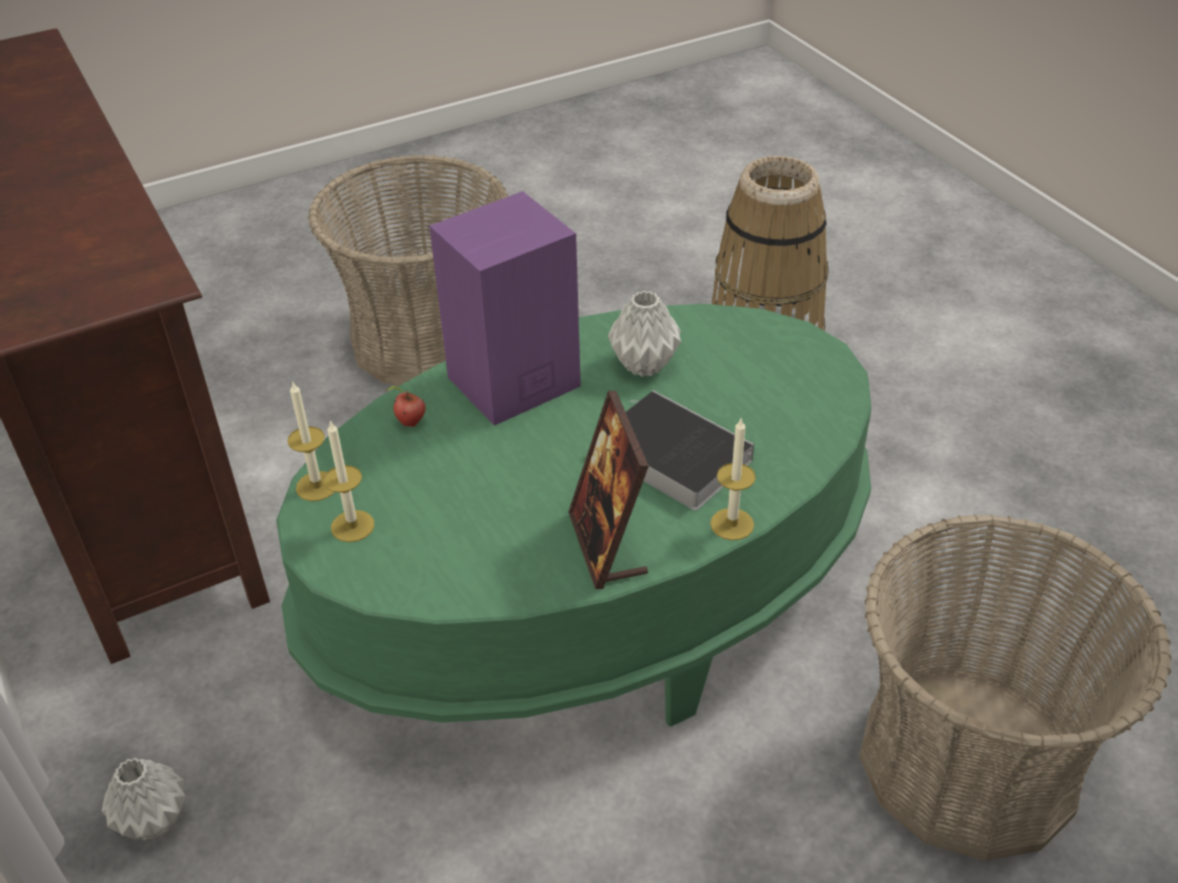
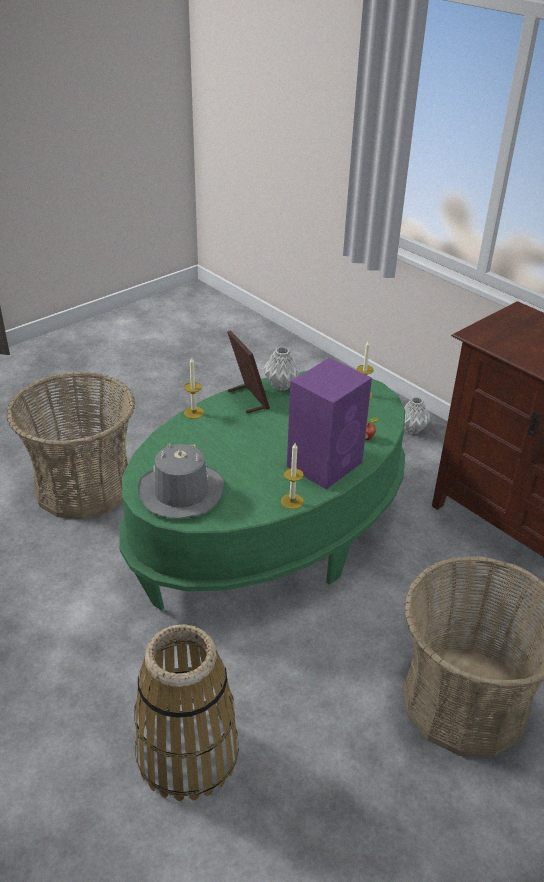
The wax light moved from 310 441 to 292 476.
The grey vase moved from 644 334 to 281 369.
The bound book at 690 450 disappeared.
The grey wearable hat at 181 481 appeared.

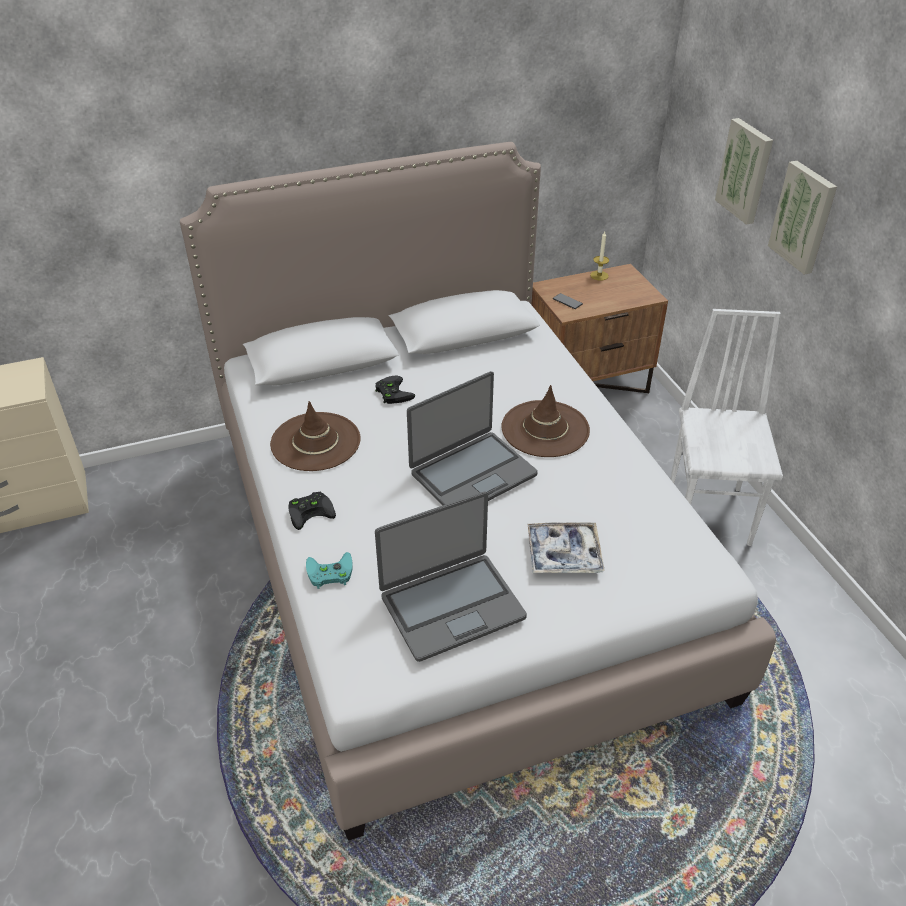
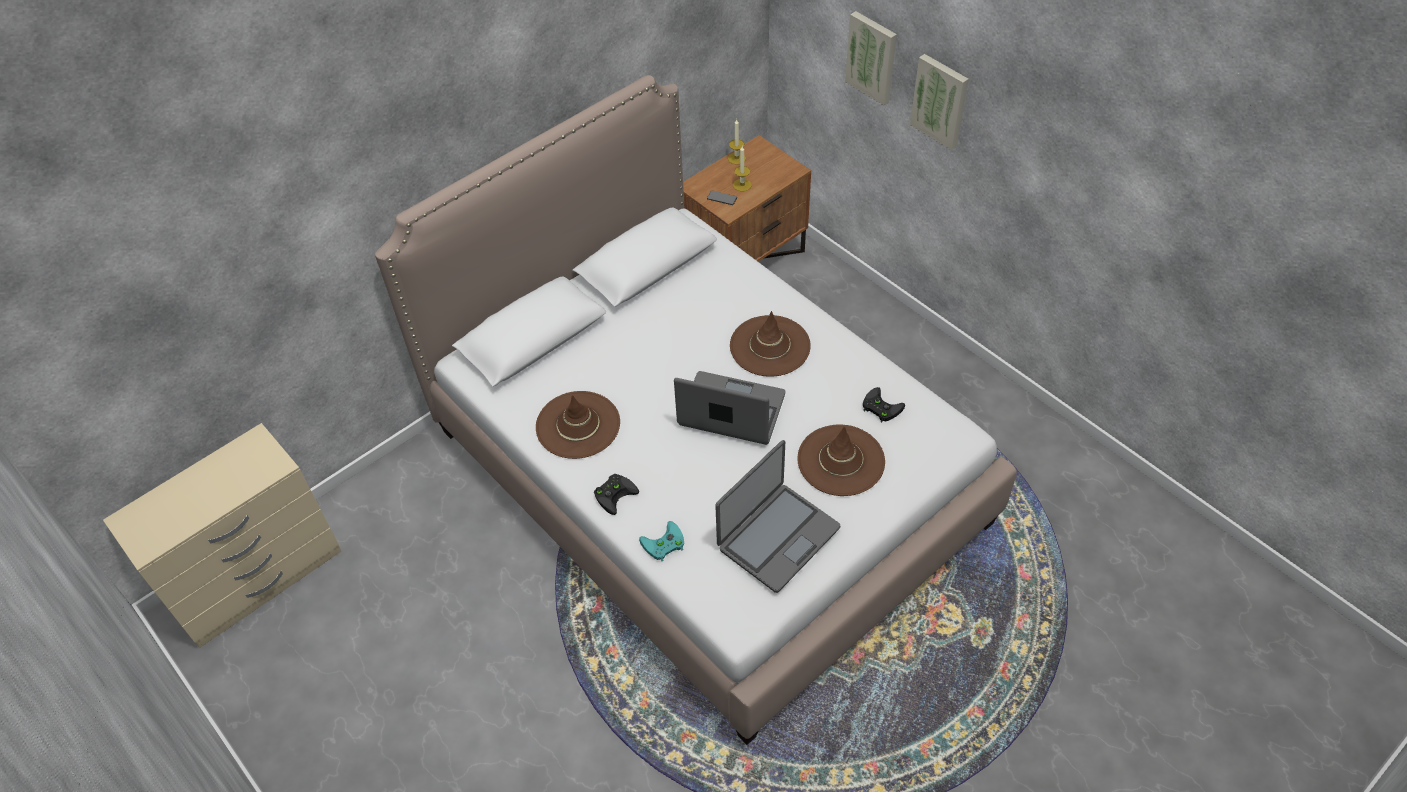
The black-coloured gamepad moved from 395 390 to 884 404.
The portable computer at 472 438 turned 105 degrees counterclockwise.
The tray at 566 547 was replaced by the brown-coloured wearable hat at 841 460.
The white-coloured plain chair at 726 427 disappeared.
The wax light at 742 168 appeared.

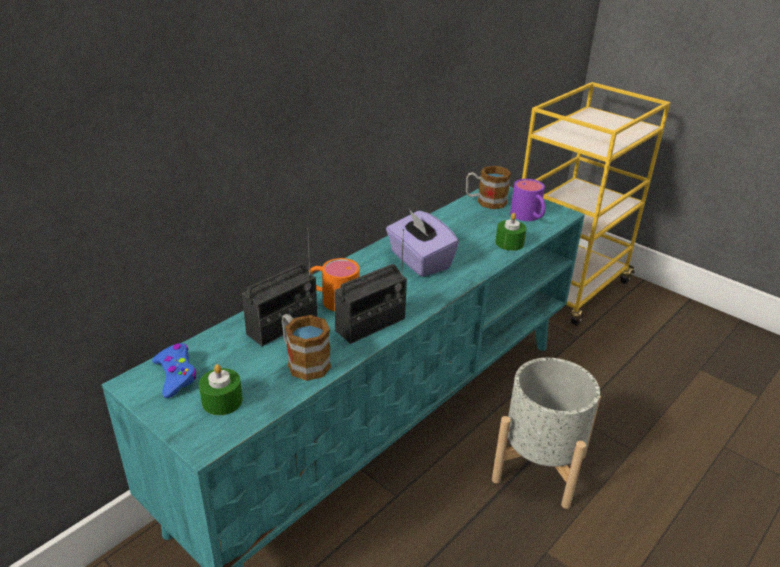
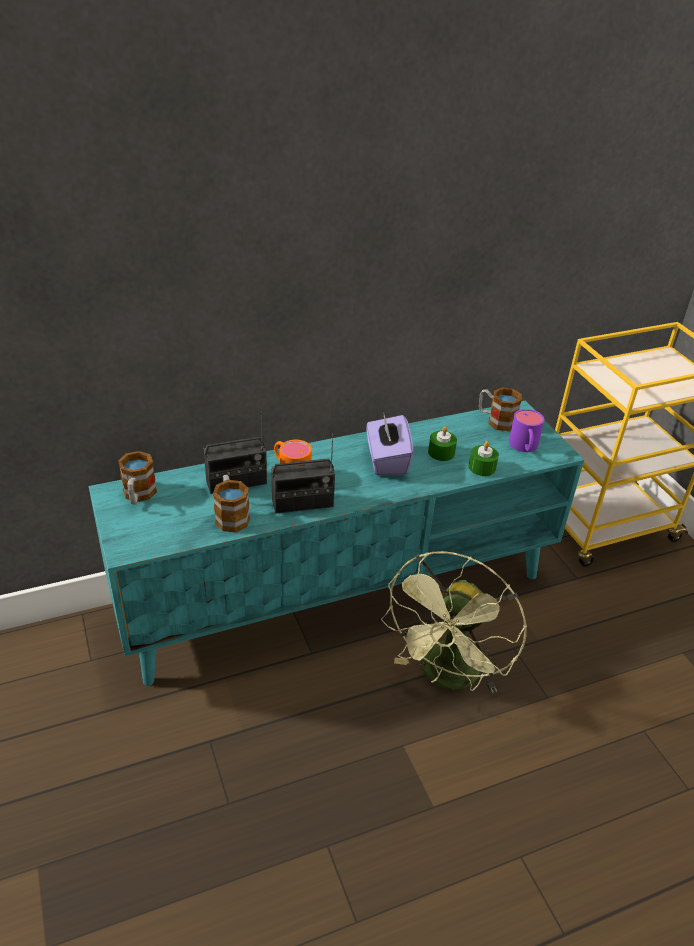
The blue-coloured gamepad at 174 370 was replaced by the mug at 137 478.
The green-coloured wax light moved from 221 389 to 442 443.
The grey planter at 546 433 was replaced by the green-coloured cooling fan at 454 622.

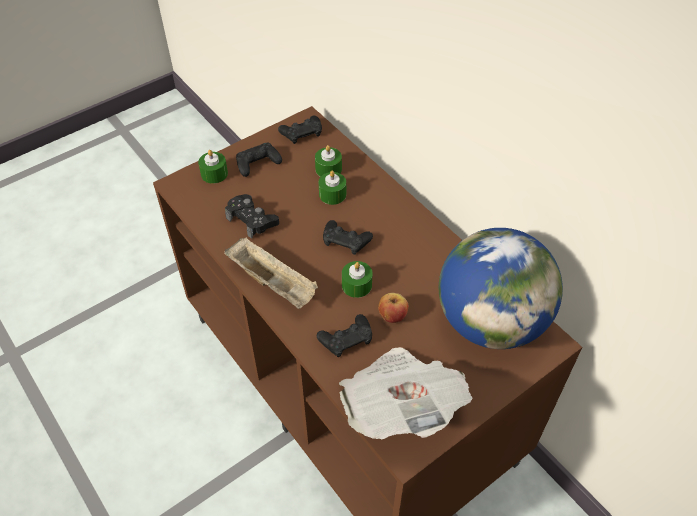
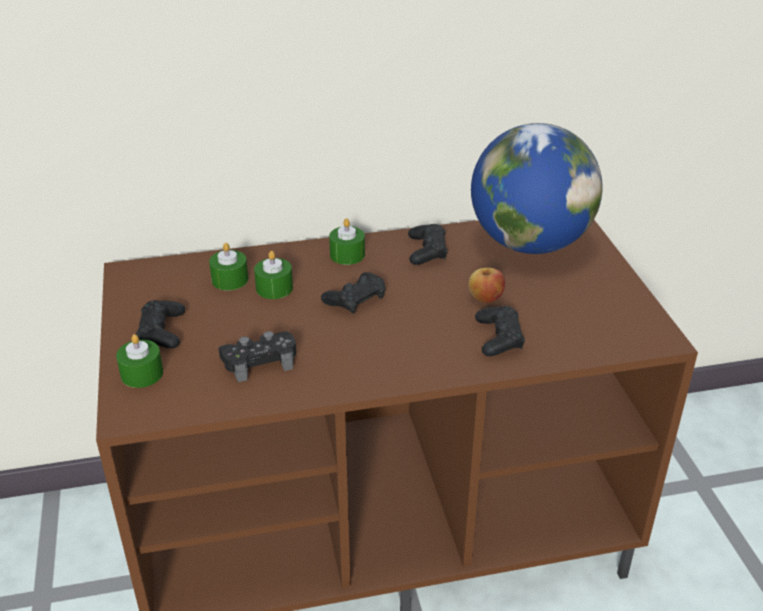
The beige tray at 271 273 disappeared.
The black-coloured gamepad moved from 300 129 to 428 244.
The newspaper at 405 393 disappeared.
The green-coloured wax light moved from 357 279 to 347 241.

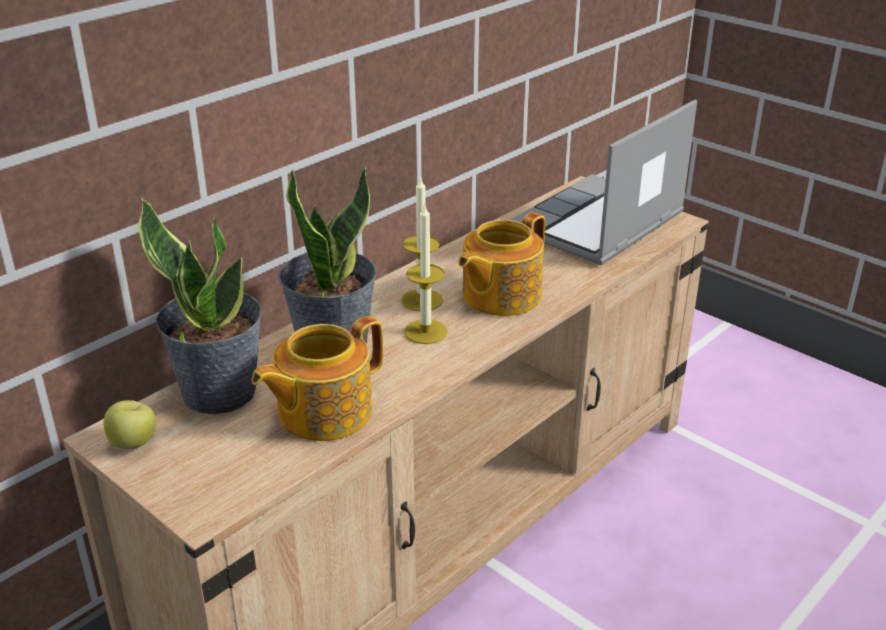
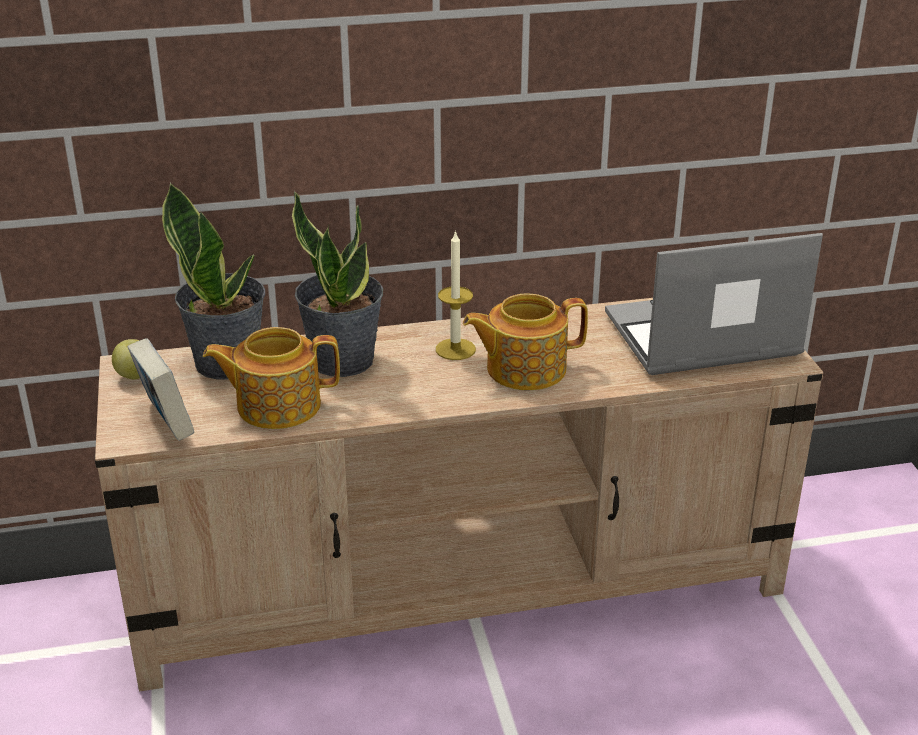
The wax light at 426 273 disappeared.
The bound book at 160 389 appeared.

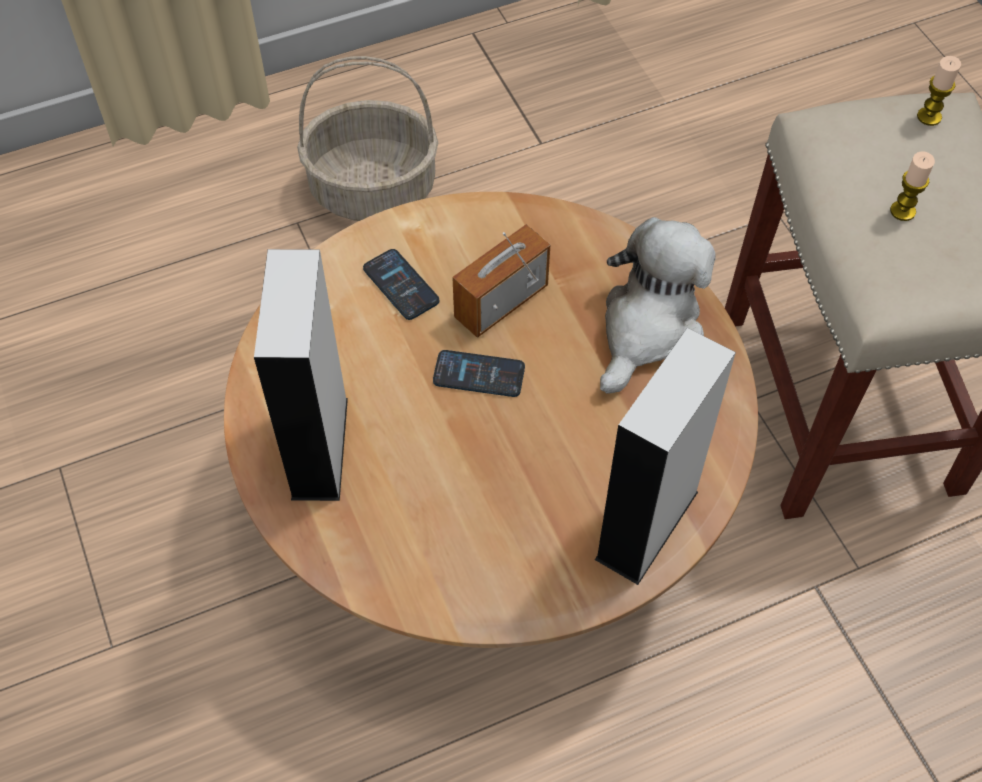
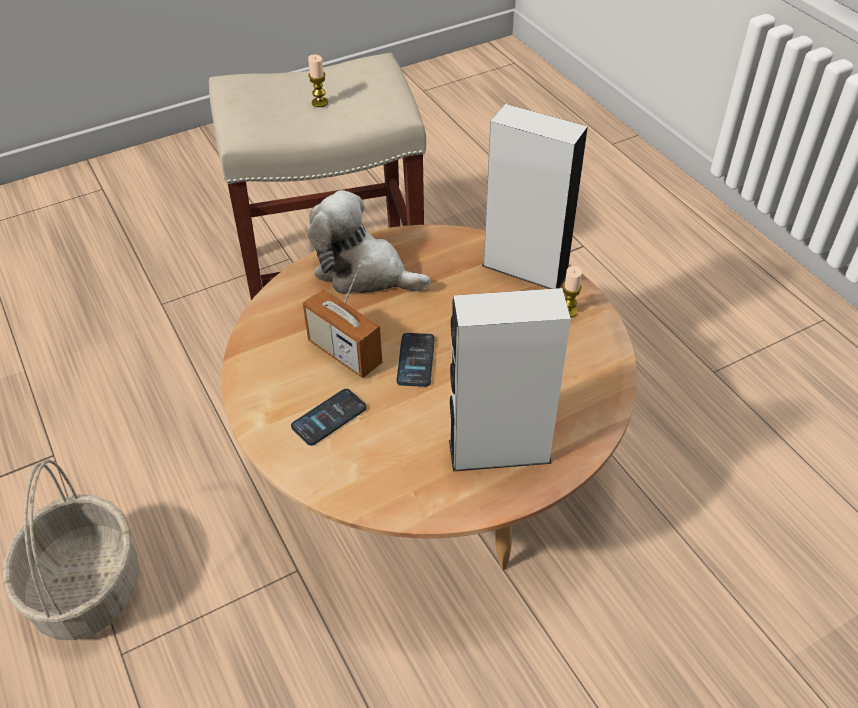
The wax light moved from 939 91 to 572 292.

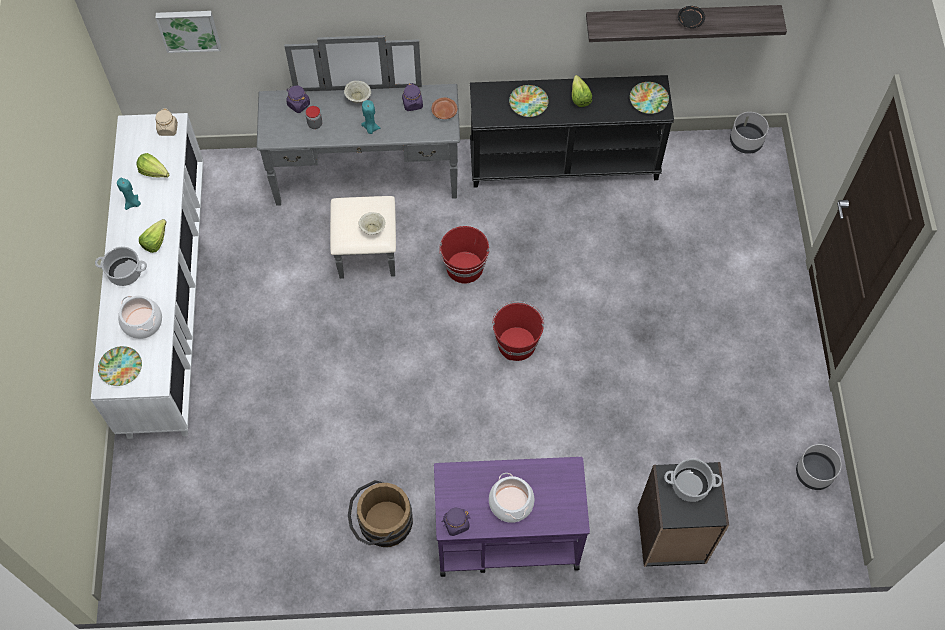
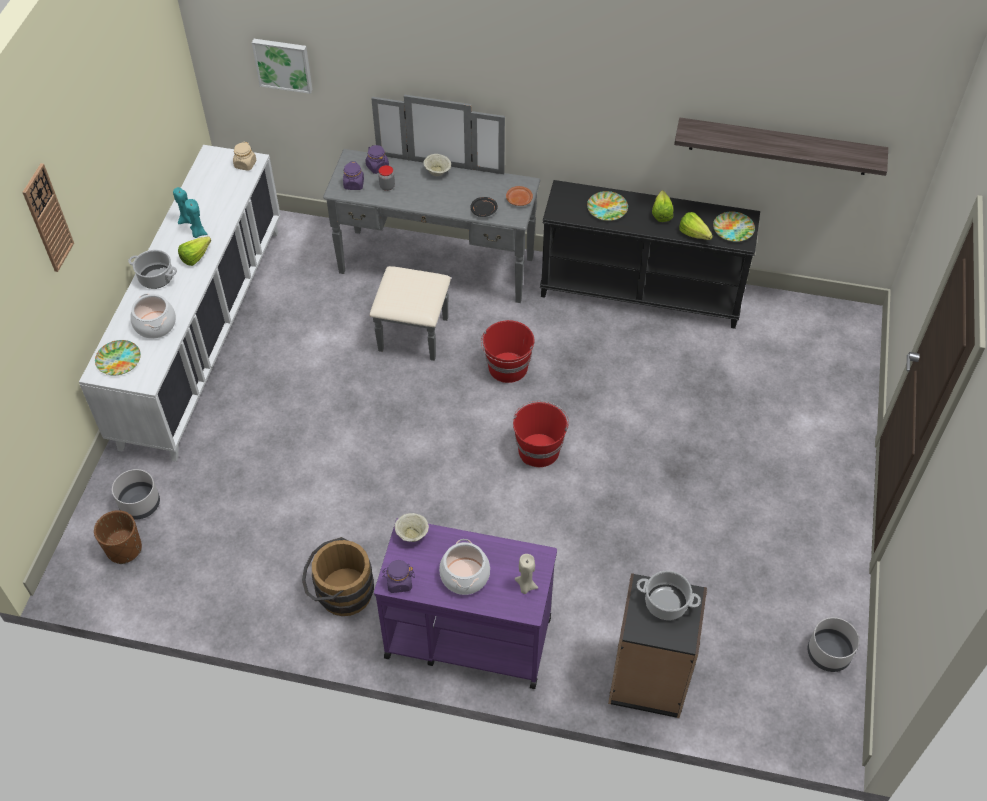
The head of lettuce moved from 152 165 to 696 226.
The beige serving bowl moved from 372 223 to 412 527.
The turquoise-coloured wax light moved from 370 117 to 196 218.
The purple-coloured storage jar moved from 412 97 to 353 175.
The black-coloured flat dish moved from 691 17 to 484 207.
The grey planter moved from 749 133 to 136 494.
The hanging clock at 48 217 appeared.
The brown-coloured planter at 118 537 appeared.
The beige wax light at 526 574 appeared.

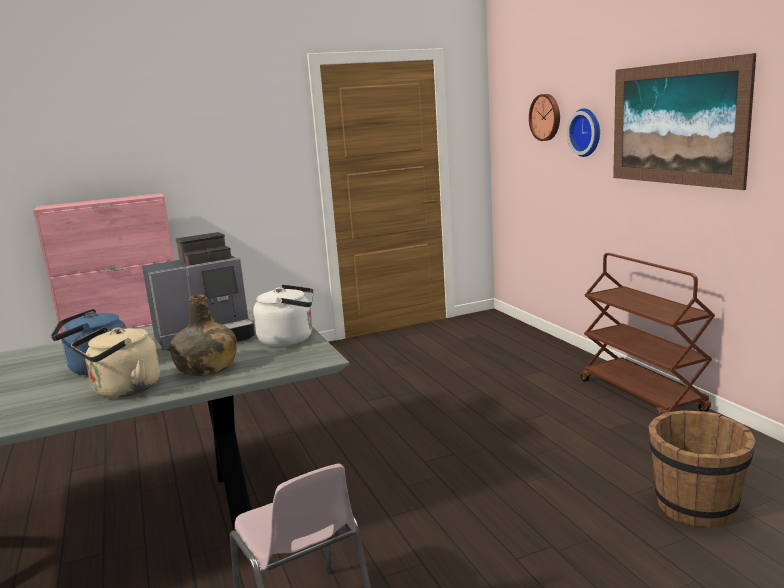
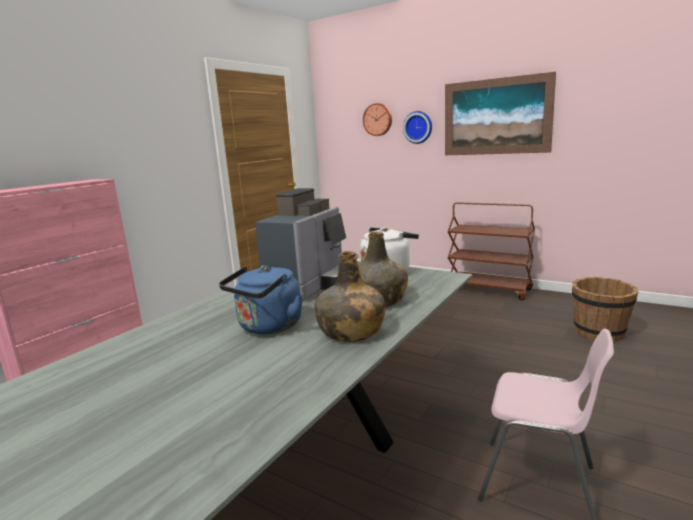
The beige kettle at 115 362 was replaced by the green-coloured beverage bottle at 350 296.

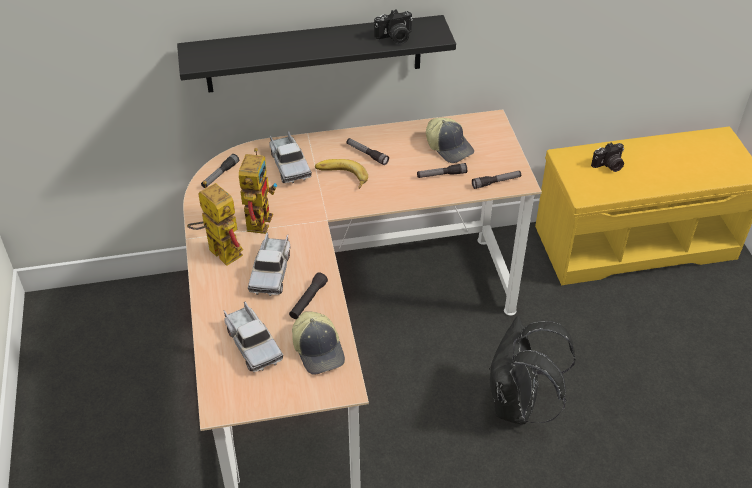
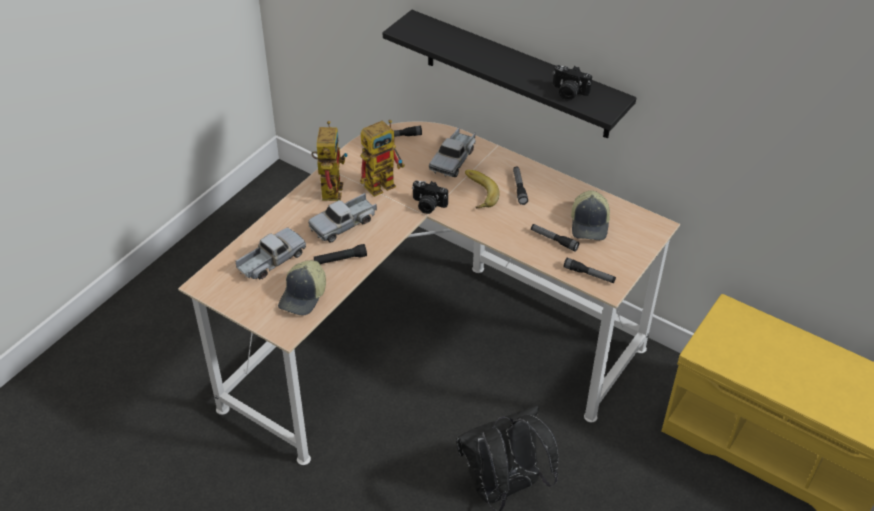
The toy truck at 253 337 turned 150 degrees counterclockwise.
The still camera moved from 607 157 to 430 197.

